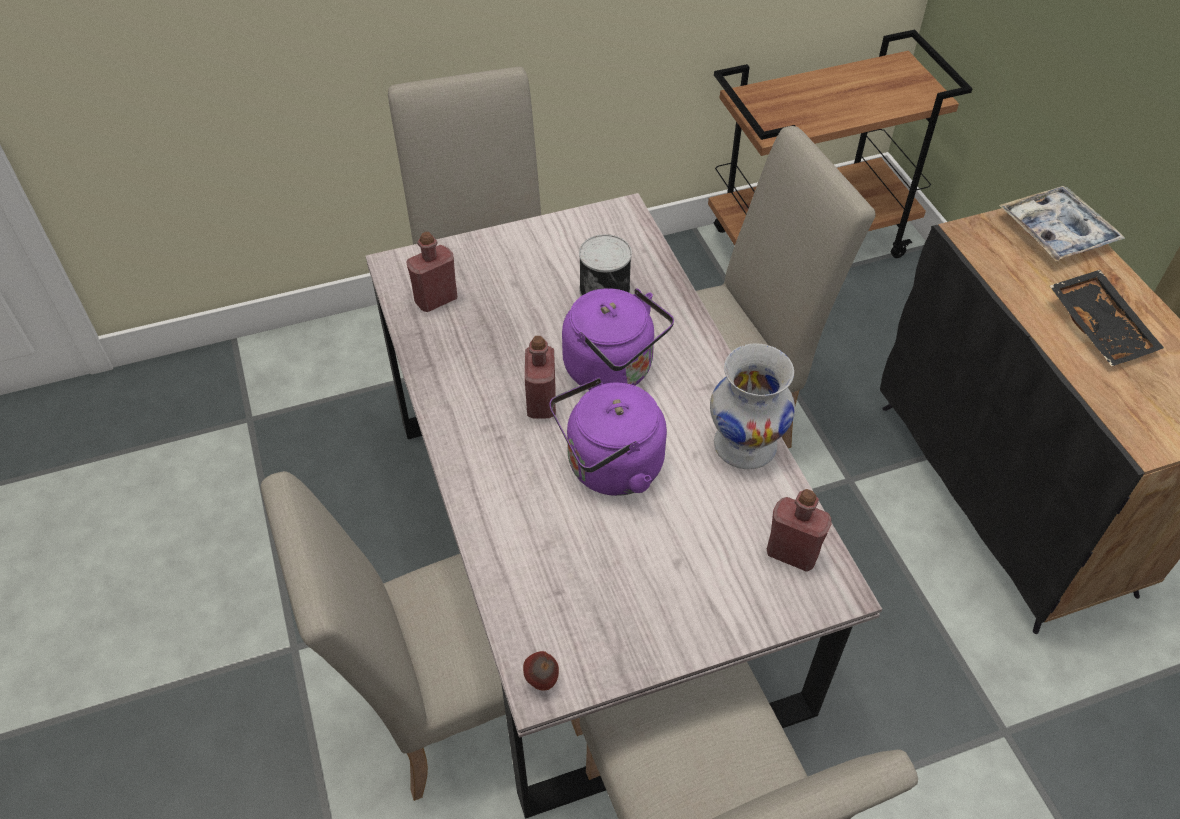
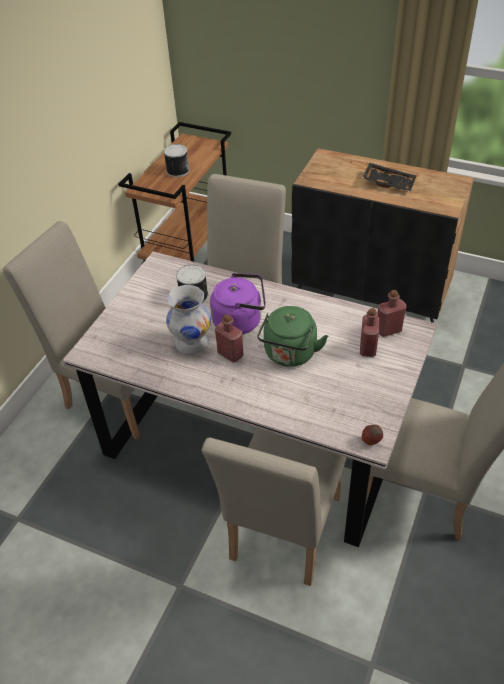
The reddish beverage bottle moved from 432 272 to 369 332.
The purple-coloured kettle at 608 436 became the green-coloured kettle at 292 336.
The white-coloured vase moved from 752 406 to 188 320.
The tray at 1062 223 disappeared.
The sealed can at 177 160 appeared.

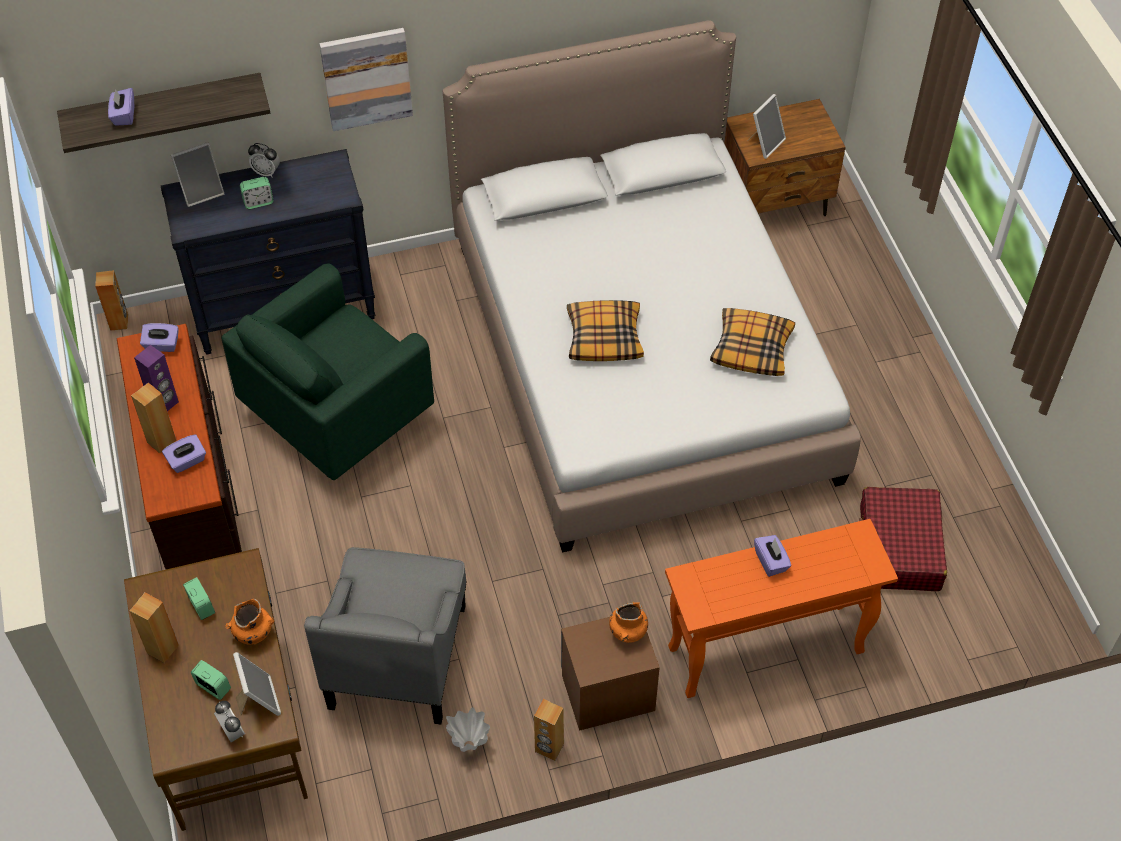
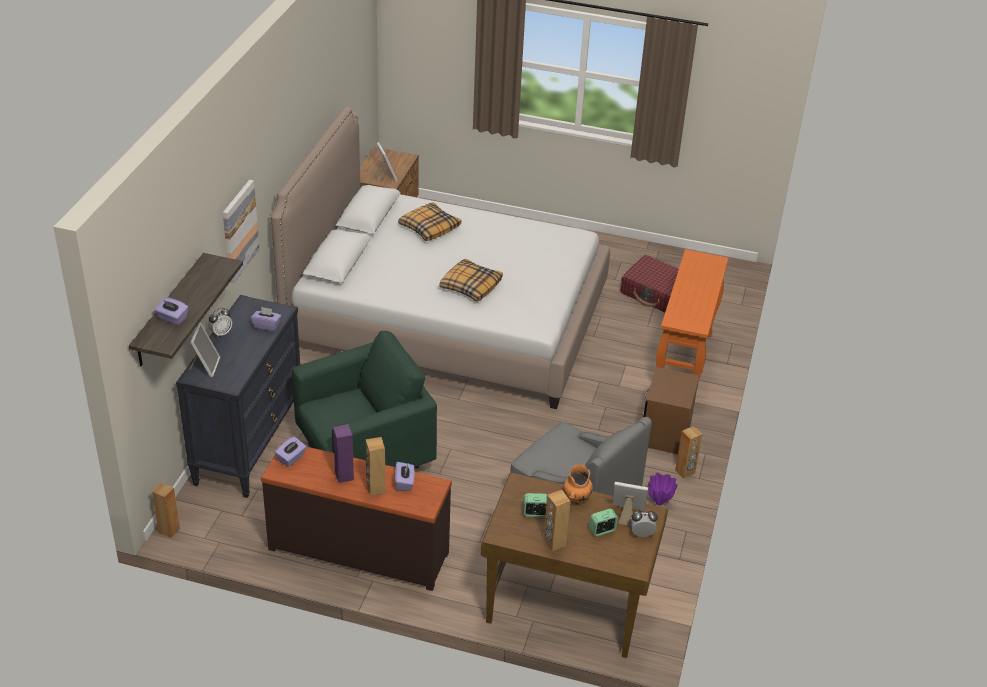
The green-coloured lounge chair at 328 371 turned 105 degrees counterclockwise.
The bedside clock at 257 193 disappeared.
The white-coloured vase at 468 729 became the purple-coloured vase at 663 489.
The orange-coloured vase at 628 622 disappeared.
The throw pillow moved from 752 342 to 429 221.
The purple-coloured tissue box moved from 772 556 to 266 319.

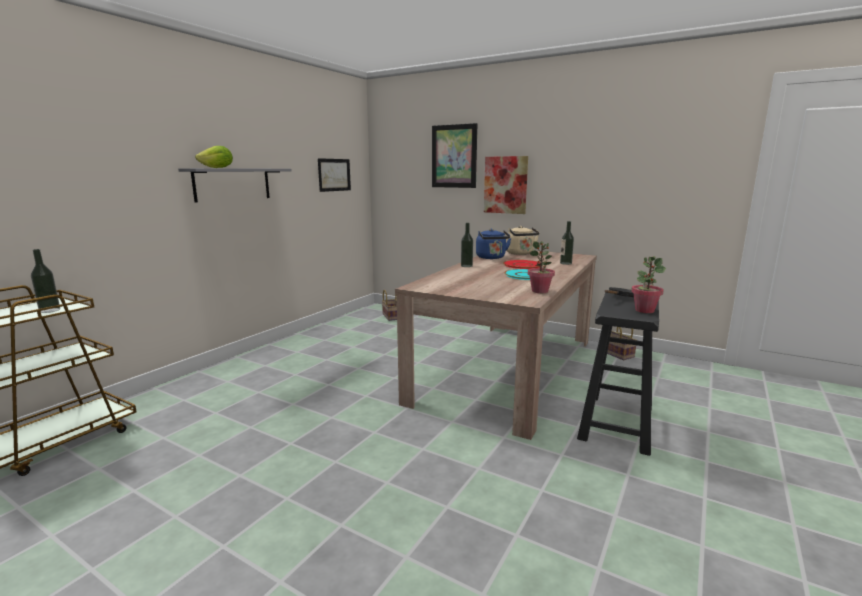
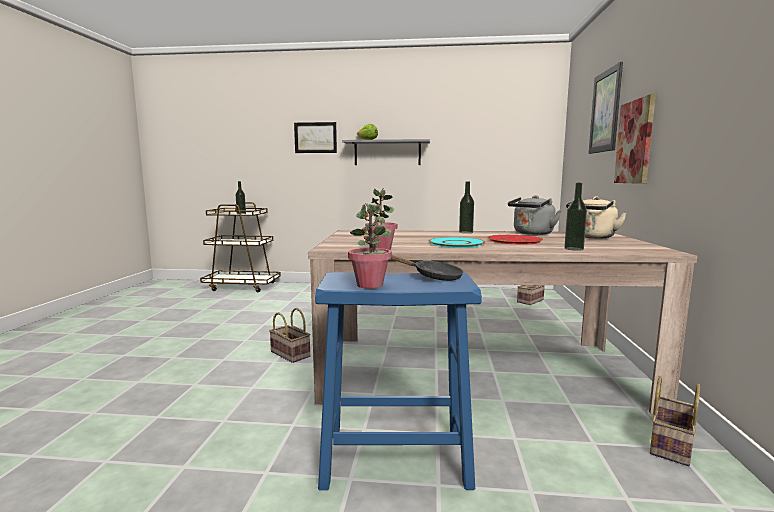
The picture moved from 334 175 to 315 137.
The blue-coloured kettle at 493 244 became the grey kettle at 534 215.
The black-coloured stool at 618 374 became the blue-coloured stool at 398 381.
The storage basket at 289 335 appeared.

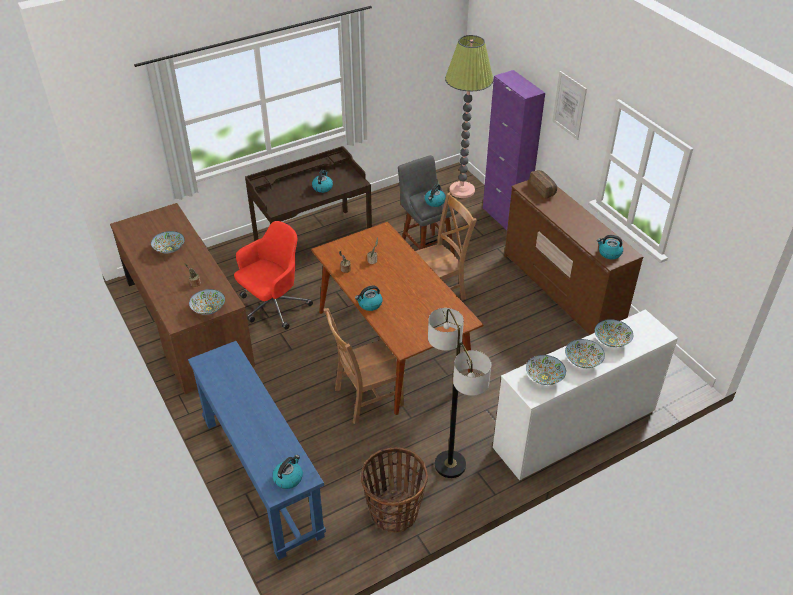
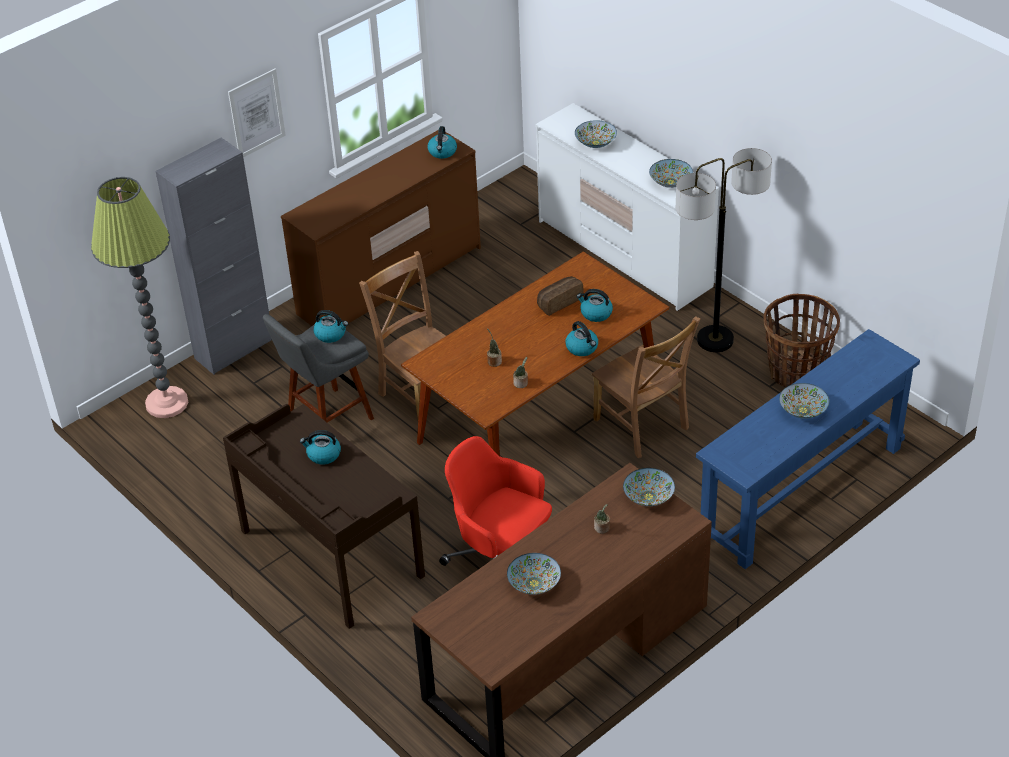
The kettle moved from 287 472 to 594 305.
The purple-coloured storage cabinet at 514 150 became the grey storage cabinet at 214 256.
The baked bread moved from 543 184 to 560 296.
The serving bowl moved from 585 353 to 804 401.

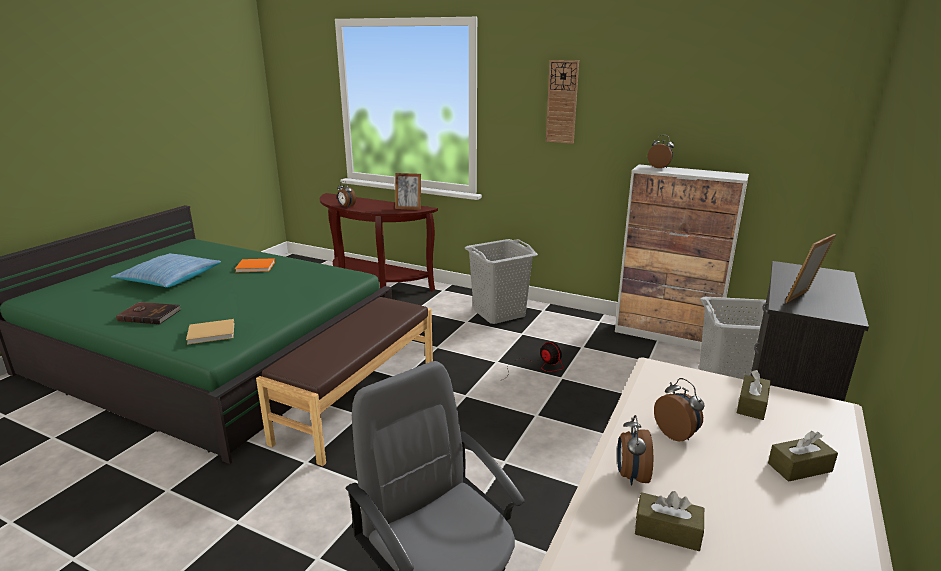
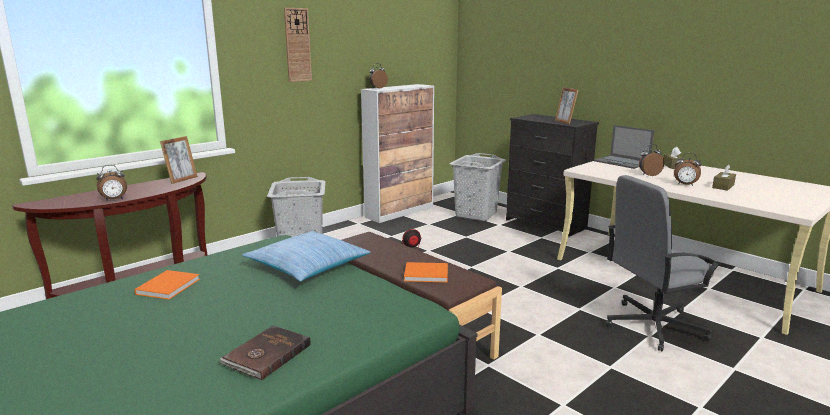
The throw pillow moved from 166 270 to 306 256.
The beige bound book at 210 332 disappeared.
The brown-coloured tissue box at 754 395 was replaced by the portable computer at 624 147.
The orange-coloured bound book at 426 272 appeared.

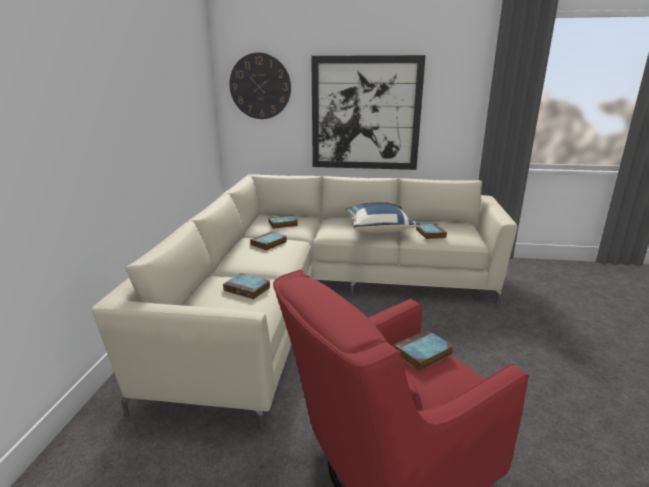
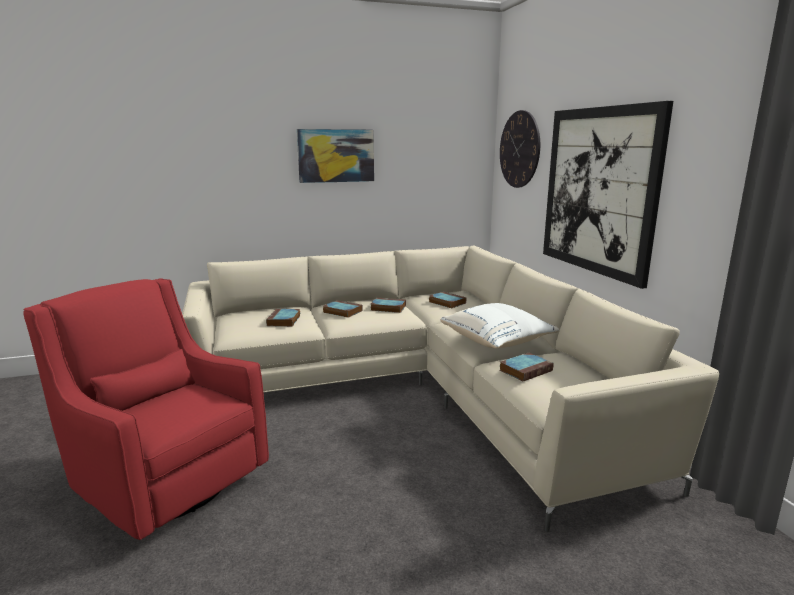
The blue-coloured throw pillow at 383 217 became the white-coloured throw pillow at 500 326.
The bound book moved from 423 351 to 343 309.
The picture at 335 156 appeared.

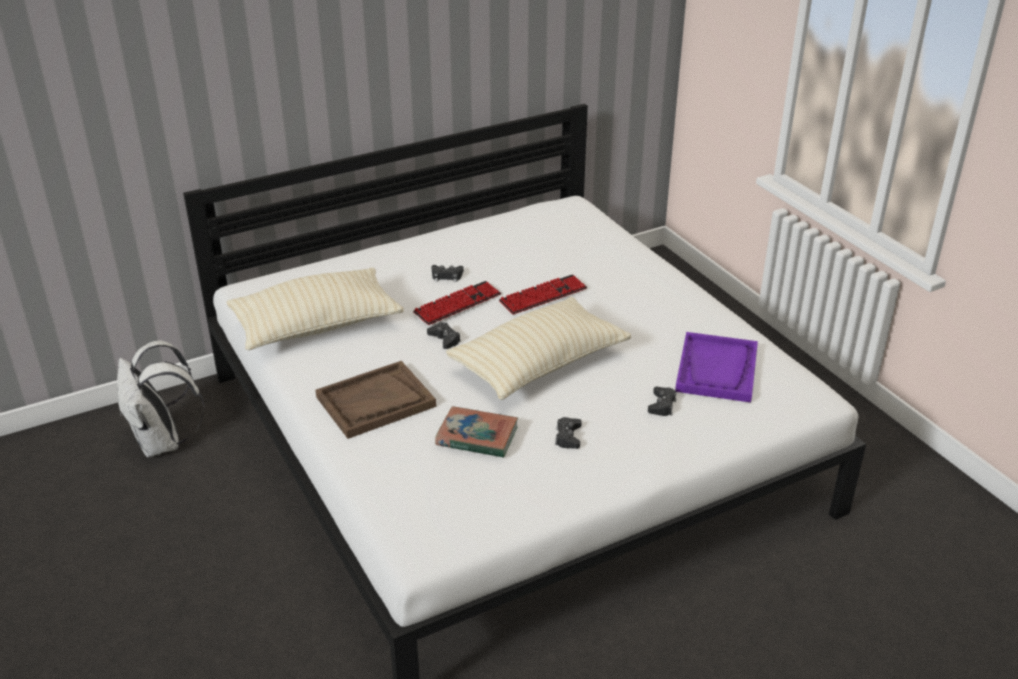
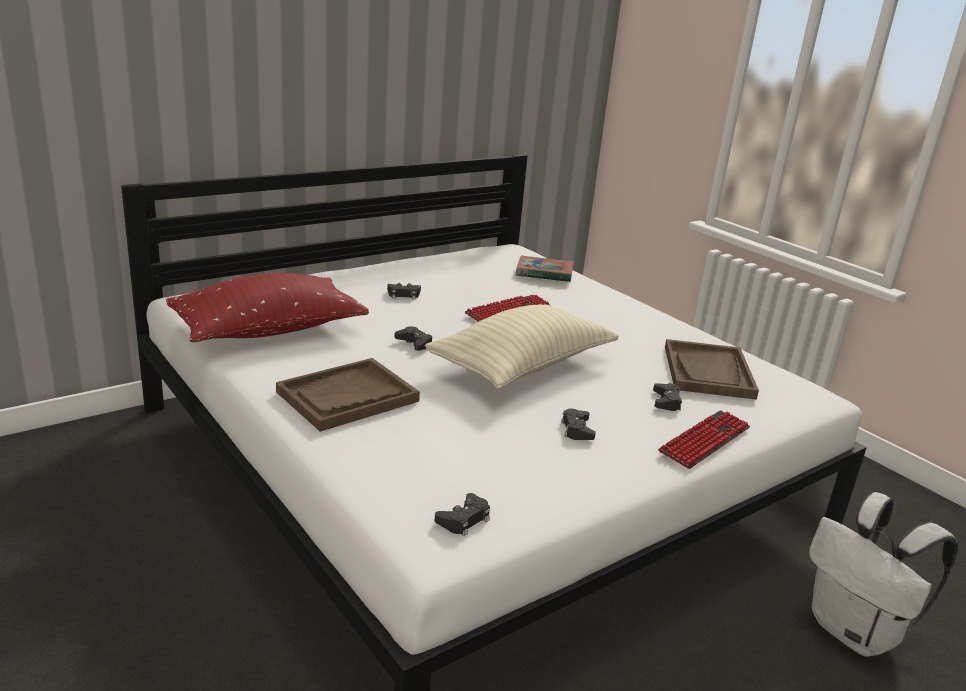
The white-coloured backpack moved from 160 398 to 883 574.
The beige throw pillow at 315 308 became the reddish throw pillow at 267 307.
The computer keyboard moved from 457 303 to 704 439.
The bound book moved from 476 432 to 545 269.
The purple-coloured tray at 716 367 became the brown-coloured tray at 712 369.
The black-coloured gamepad at 462 514 appeared.

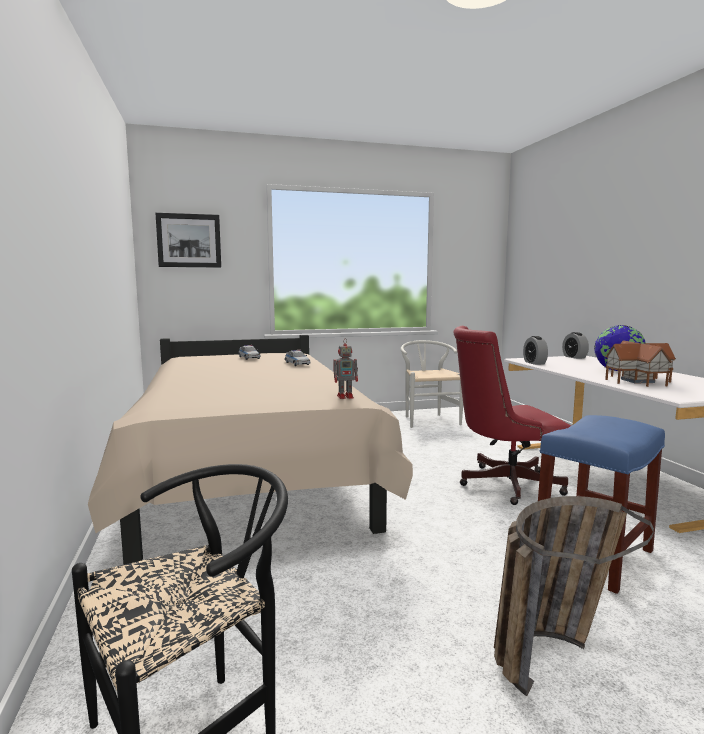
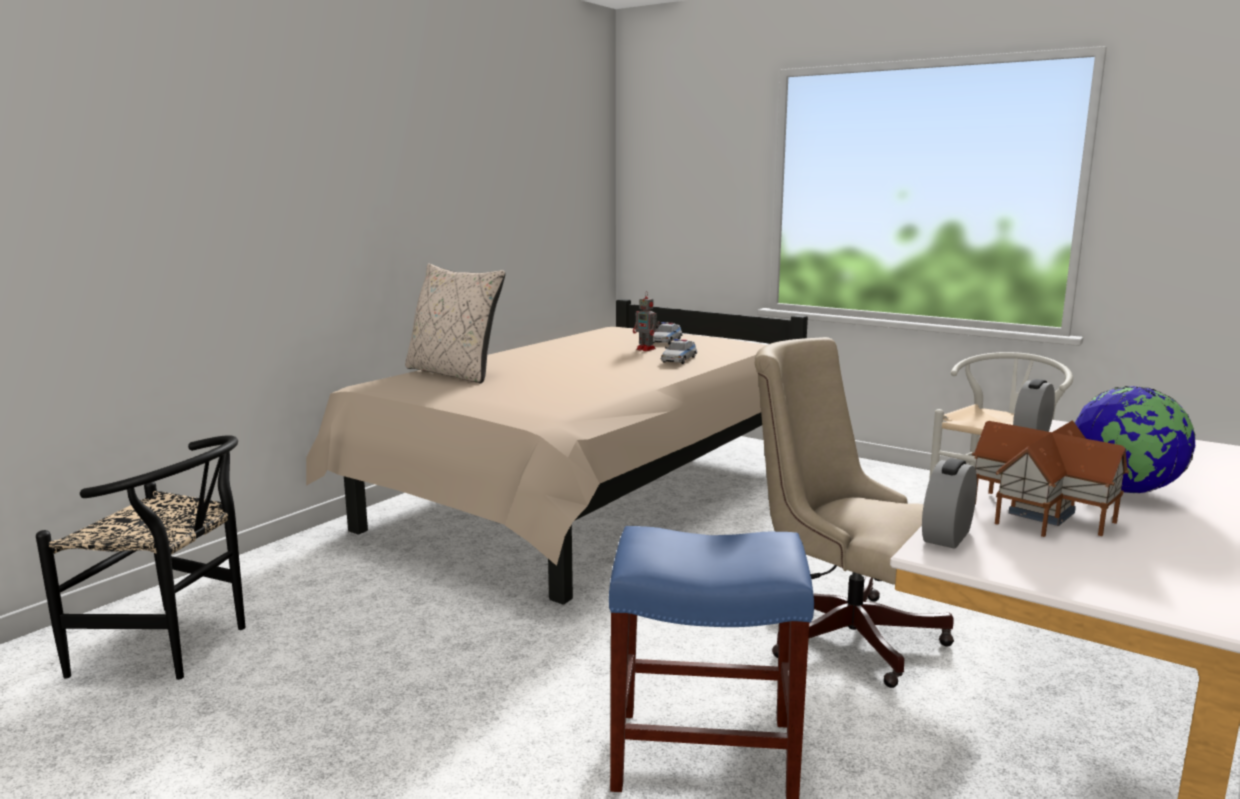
The picture at 188 240 disappeared.
The toy robot moved from 345 368 to 646 321.
The reddish desk chair at 512 415 became the beige desk chair at 854 512.
The storage basket at 574 596 disappeared.
The bedside clock moved from 575 345 to 949 503.
The beige throw pillow at 455 323 appeared.

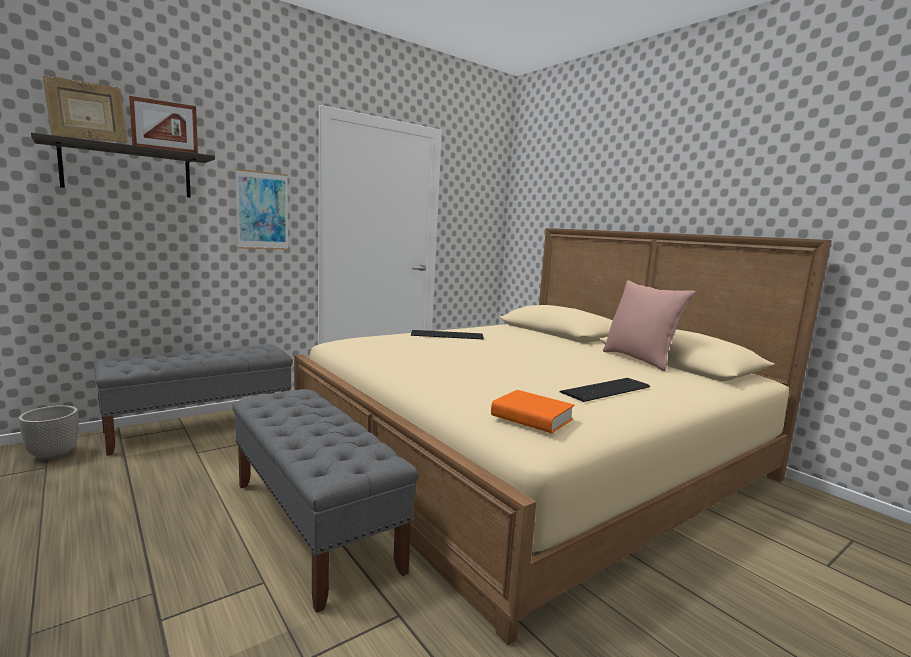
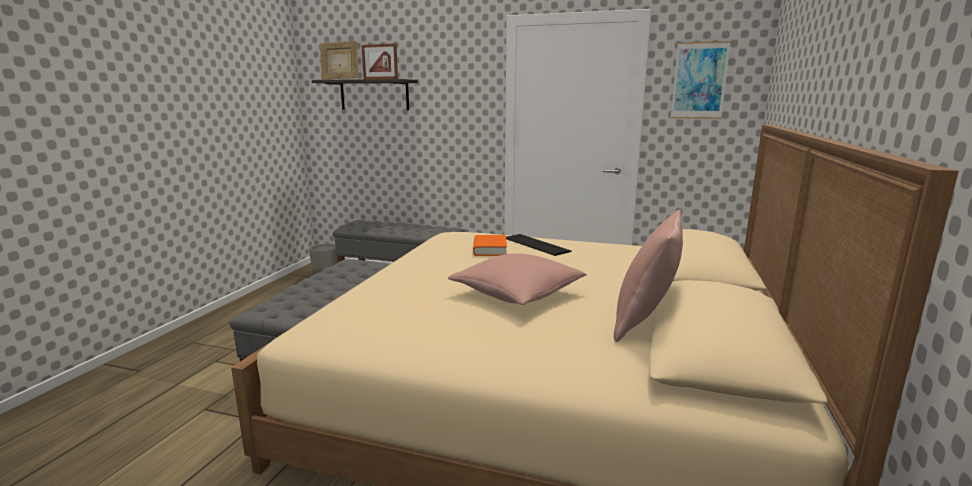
The picture moved from 261 209 to 701 80.
The orange-coloured bound book moved from 532 411 to 490 245.
The computer keyboard at 605 390 disappeared.
The pink-coloured throw pillow at 517 279 appeared.

